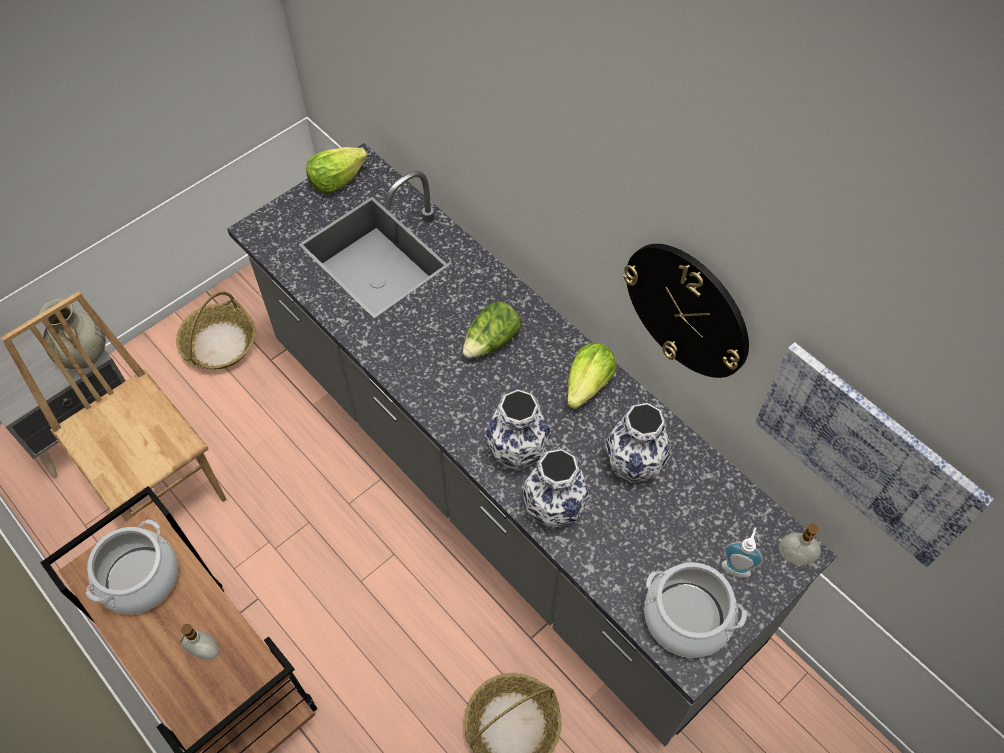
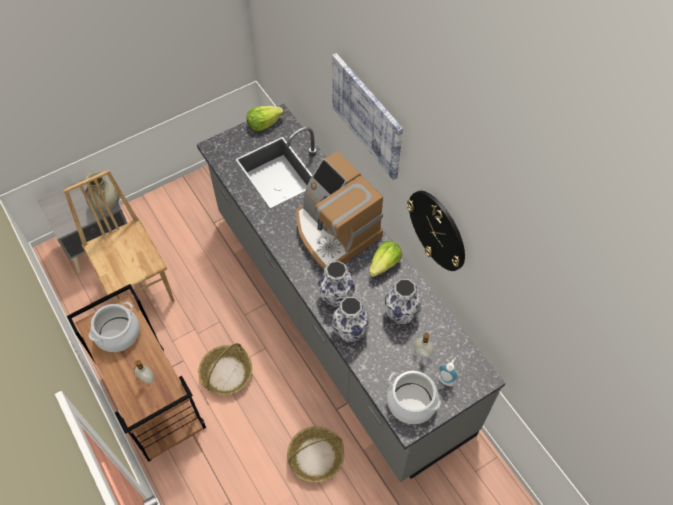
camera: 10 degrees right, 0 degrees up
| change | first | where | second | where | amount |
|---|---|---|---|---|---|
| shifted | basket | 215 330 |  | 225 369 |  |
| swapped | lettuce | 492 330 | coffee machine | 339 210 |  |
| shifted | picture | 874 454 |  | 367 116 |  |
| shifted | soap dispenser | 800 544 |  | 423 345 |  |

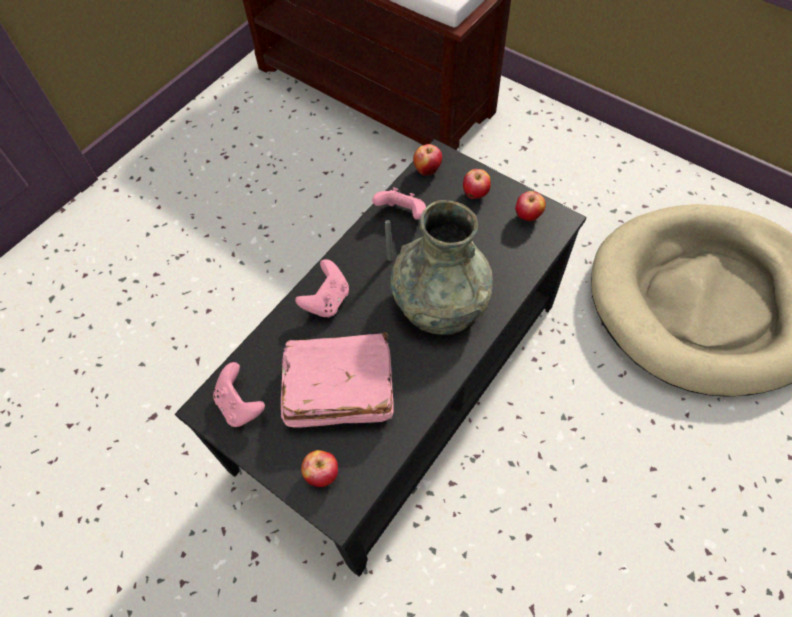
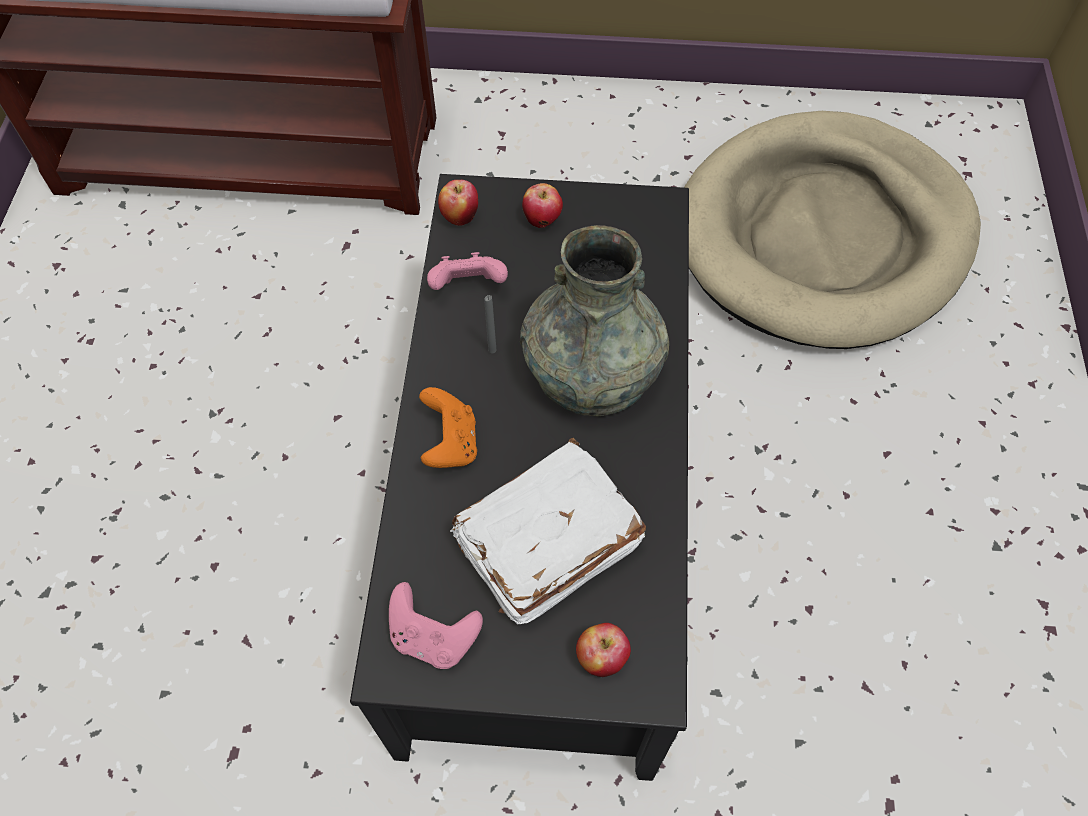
camera: 35 degrees left, 0 degrees up
| change | first | where | second | where | amount |
|---|---|---|---|---|---|
| repainted | pink game controller | 322 288 | orange game controller | 448 427 |  |
| repainted | pink book | 337 379 | white book | 548 531 |  |
| gone | apple | 530 206 |  |  |  |

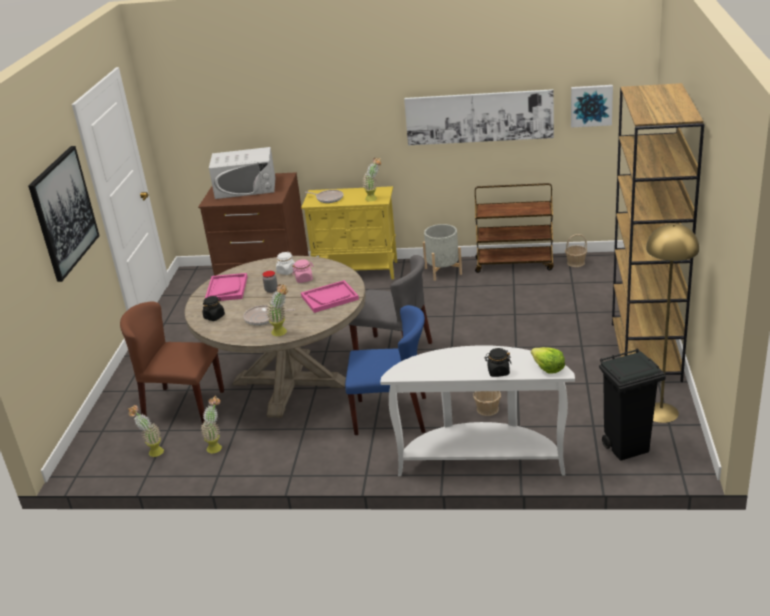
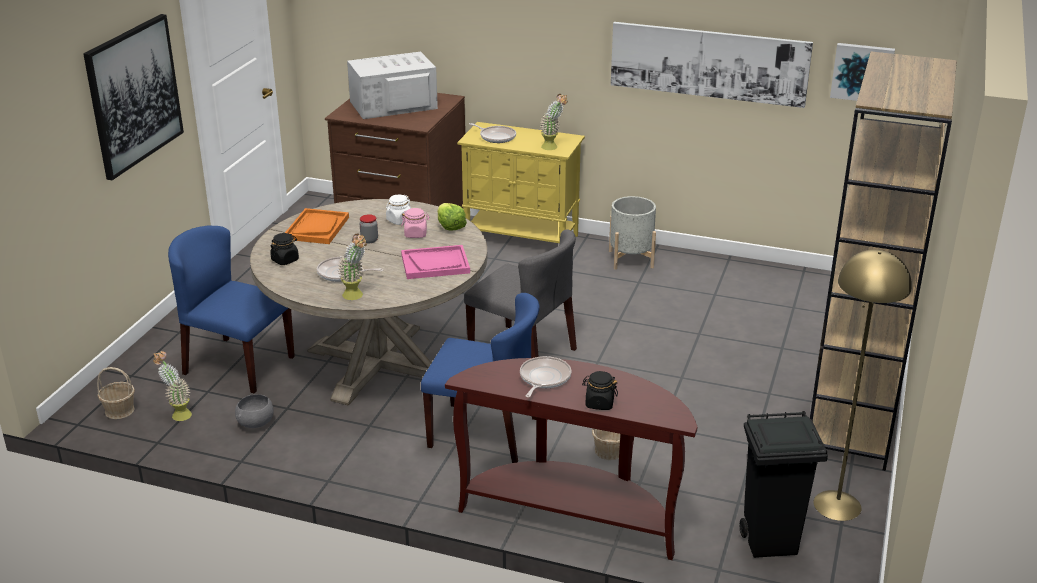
camera: 10 degrees right, 0 degrees up
| change | first | where | second | where | amount |
|---|---|---|---|---|---|
| shifted | basket | 576 250 |  | 116 393 |  |
| repainted | brown chair | 172 362 | blue chair | 231 309 |  |
| swapped | potted plant | 211 425 | grey bowl | 254 411 |  |
| repainted | pink tray | 226 287 | orange tray | 317 226 |  |
| rotated | white microwave | 242 173 |  | 392 85 | 150 degrees clockwise |
| shifted | lettuce | 548 360 |  | 452 216 |  |
| repainted | white console table | 477 411 | brown console table | 571 459 |  |
| new |  |  | frying pan | 545 377 |  |
| gone | brown cart | 514 228 |  |  |  |

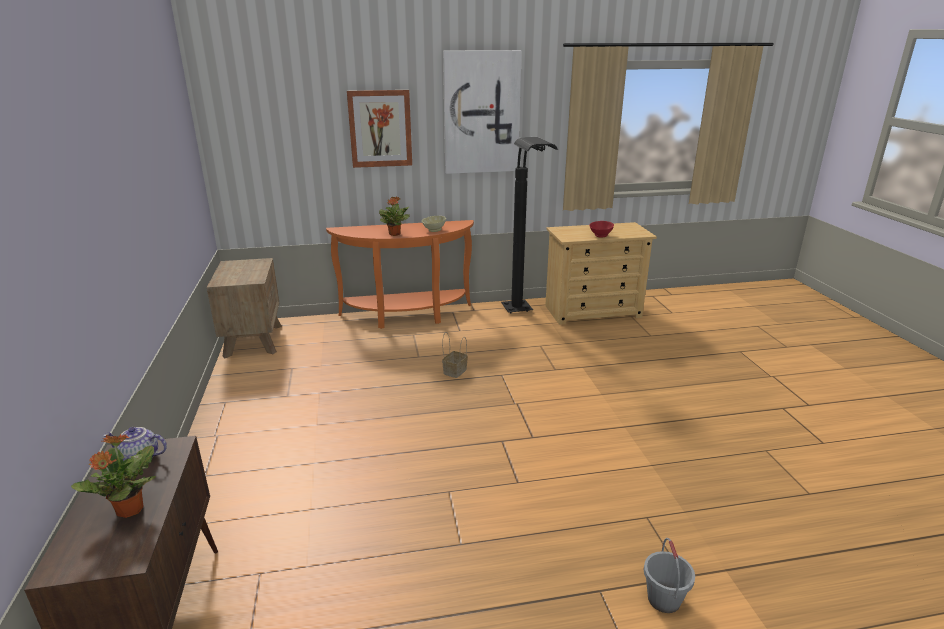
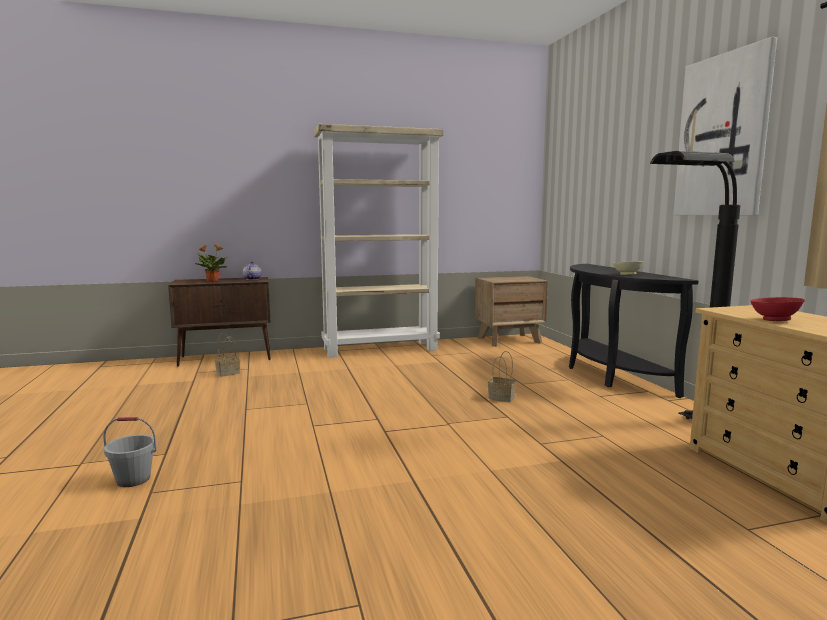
camera: 85 degrees right, 15 degrees down
| change | first | where | second | where | amount |
|---|---|---|---|---|---|
| new |  |  | basket | 227 355 |  |
| new |  |  | beige bookcase | 379 241 |  |
| repainted | orange console table | 400 274 | black console table | 634 331 |  |
| gone | picture | 379 129 |  |  |  |
| gone | potted plant | 394 216 |  |  |  |

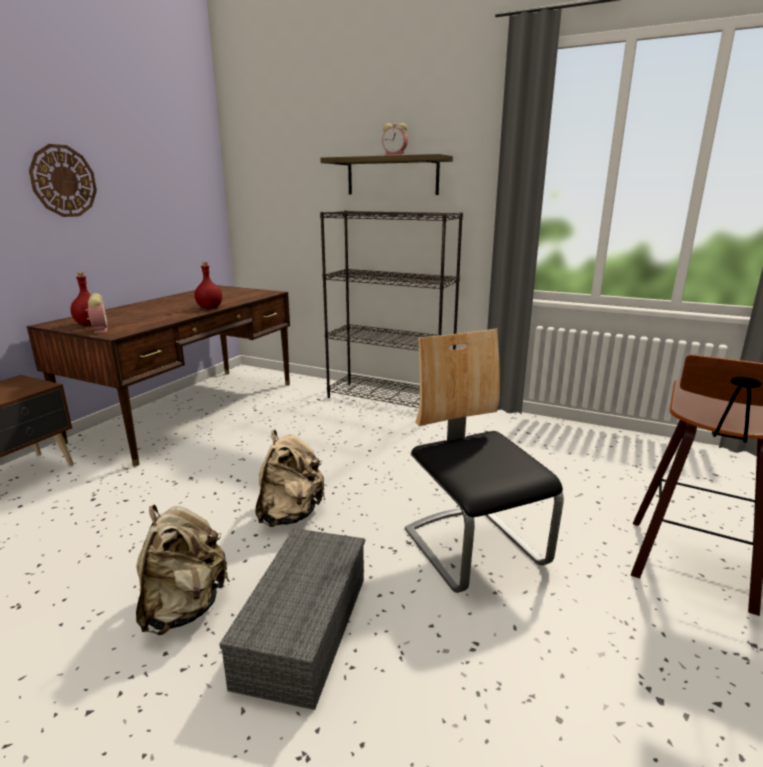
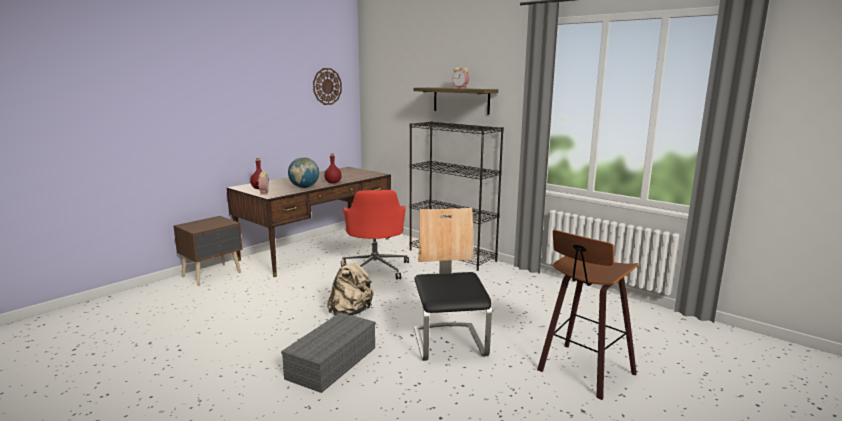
camera: 15 degrees right, 5 degrees down
| change | first | where | second | where | amount |
|---|---|---|---|---|---|
| new |  |  | globe | 303 172 |  |
| shifted | wall clock | 63 180 |  | 327 86 |  |
| new |  |  | red office chair | 375 234 |  |
| gone | beige backpack | 183 570 |  |  |  |

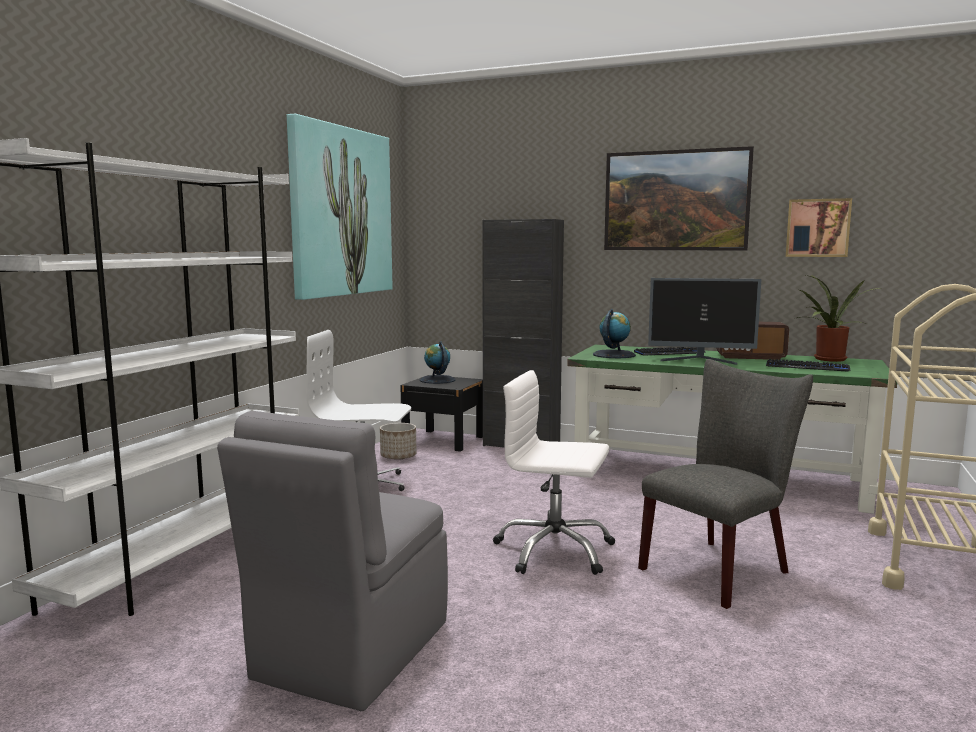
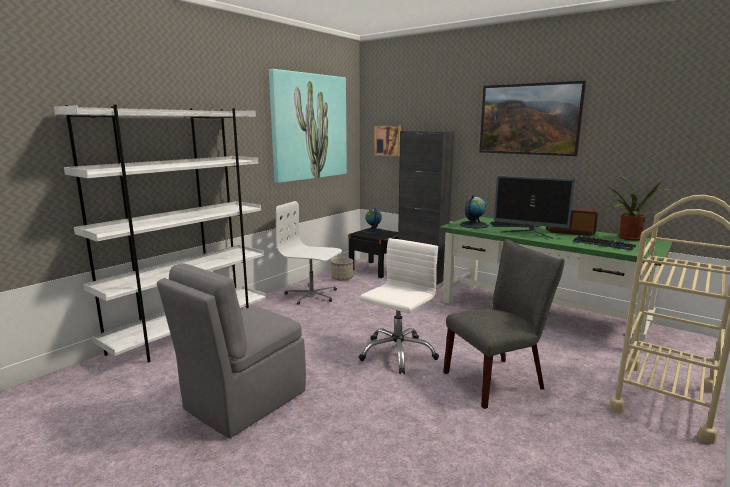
camera: 15 degrees right, 5 degrees up
| change | first | where | second | where | amount |
|---|---|---|---|---|---|
| rotated | white office chair | 554 472 |  | 399 306 | 90 degrees clockwise |
| shifted | picture | 819 227 |  | 387 141 |  |

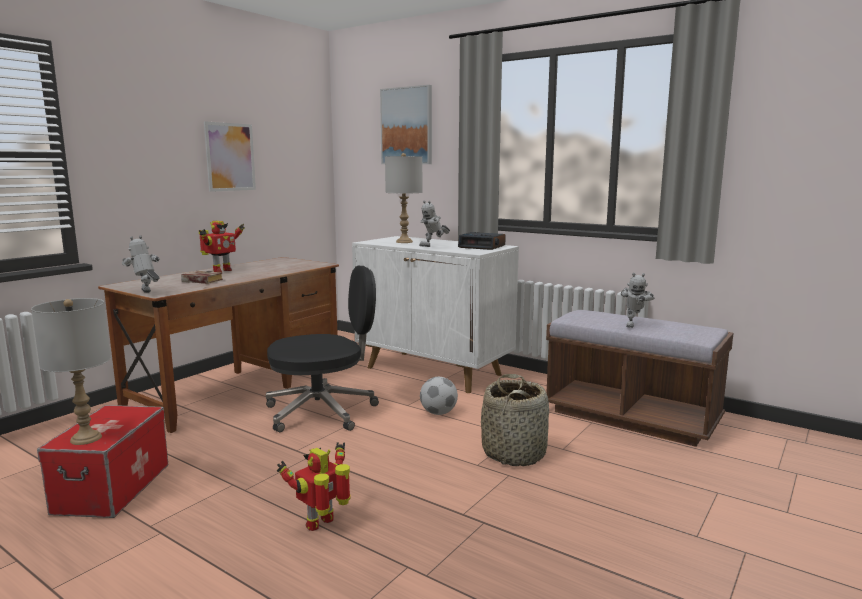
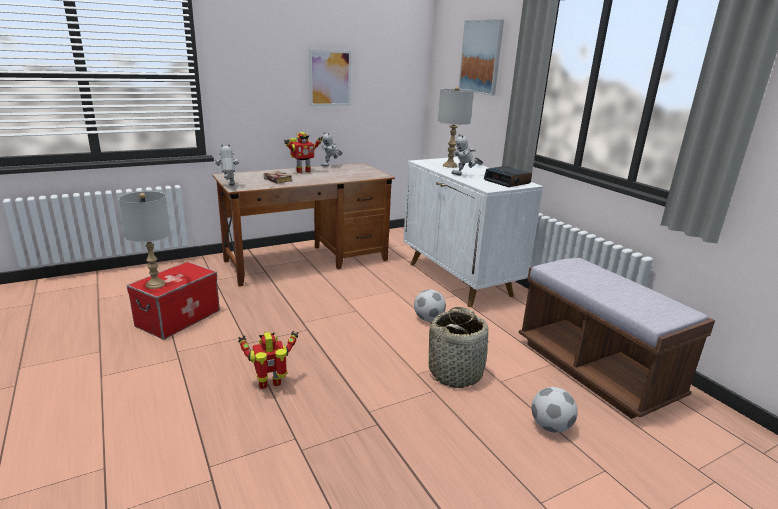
camera: 25 degrees right, 10 degrees up
| change | first | where | second | where | amount |
|---|---|---|---|---|---|
| shifted | toy robot | 637 300 |  | 332 149 |  |
| new |  |  | football | 554 410 |  |
| gone | black office chair | 322 349 |  |  |  |

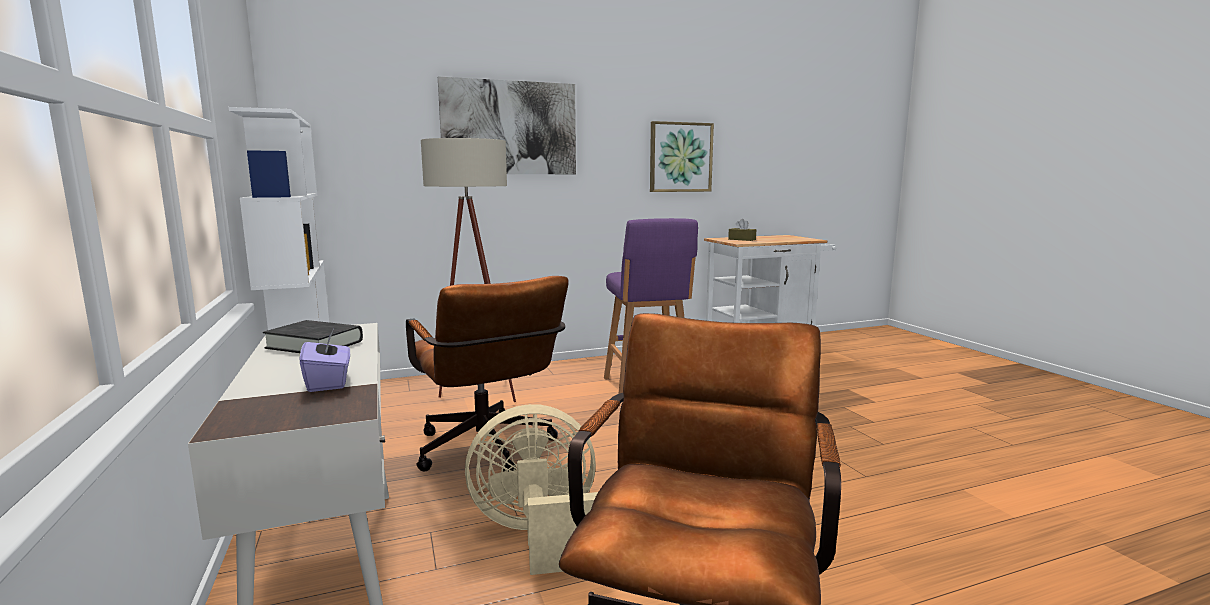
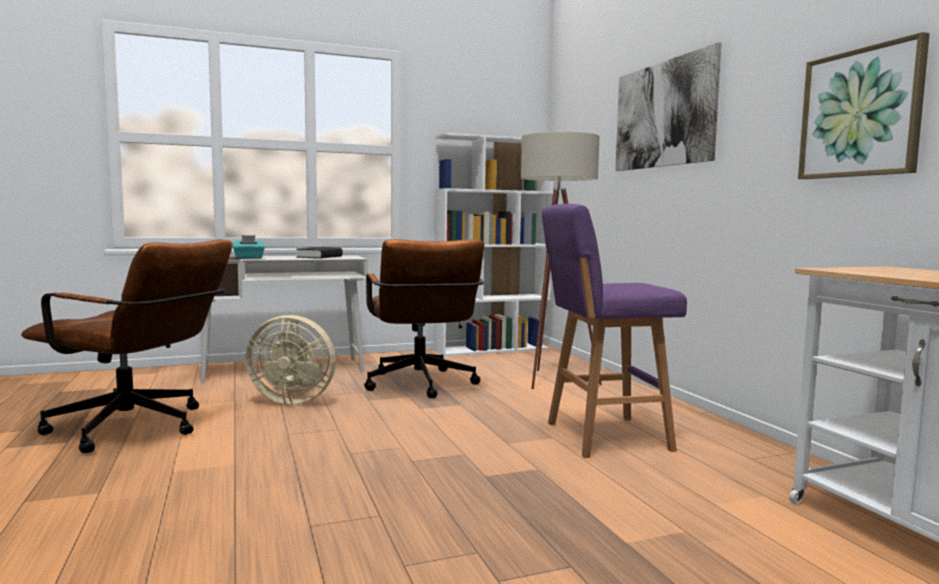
camera: 90 degrees right, 5 degrees down
| change | first | where | second | where | amount |
|---|---|---|---|---|---|
| repainted | purple tissue box | 324 361 | turquoise tissue box | 248 247 |  |
| rotated | beige fan | 531 489 |  | 291 360 | 105 degrees clockwise |
| rotated | brown office chair | 487 374 |  | 424 318 | 75 degrees counterclockwise |
| gone | brown tissue box | 742 230 |  |  |  |

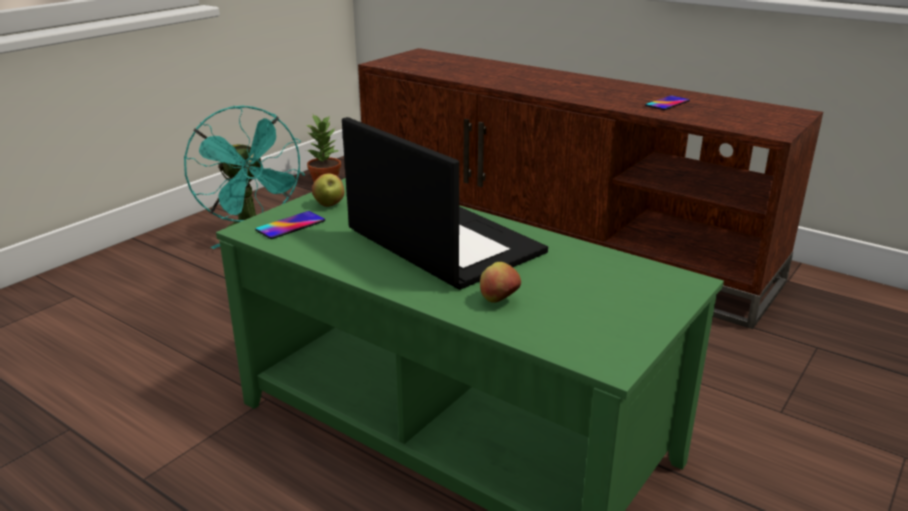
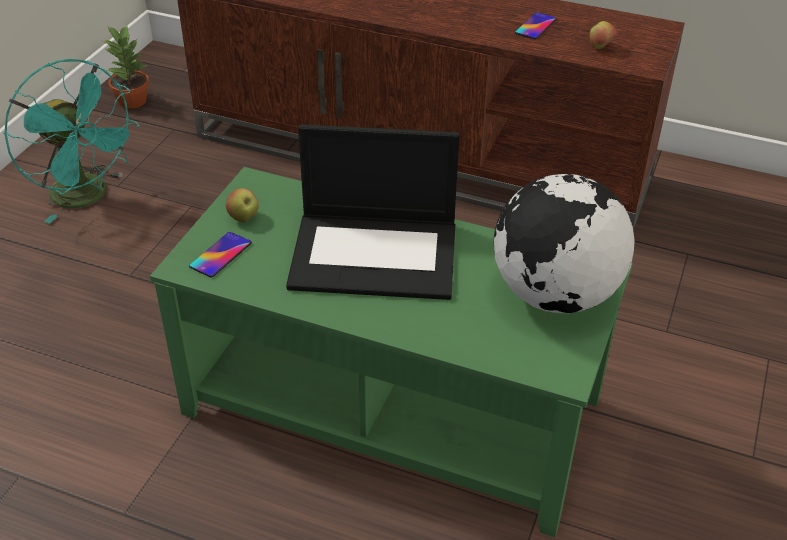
camera: 15 degrees left, 15 degrees up
| change | first | where | second | where | amount |
|---|---|---|---|---|---|
| rotated | laptop | 445 203 |  | 373 212 | 150 degrees clockwise |
| new |  |  | globe | 564 243 |  |
| shifted | apple | 500 282 |  | 603 35 |  |

